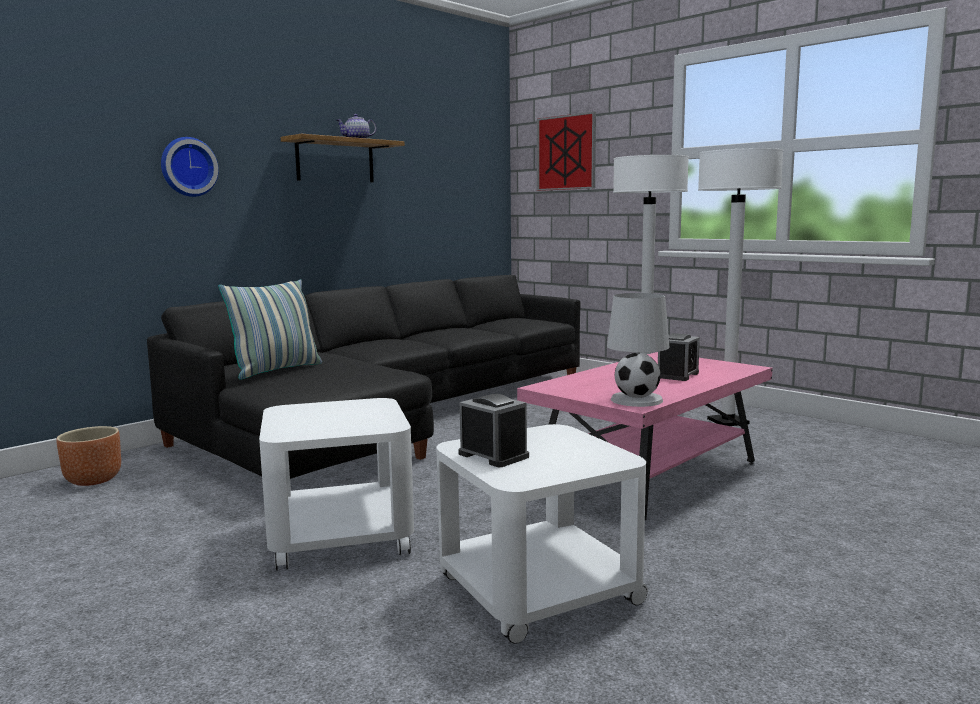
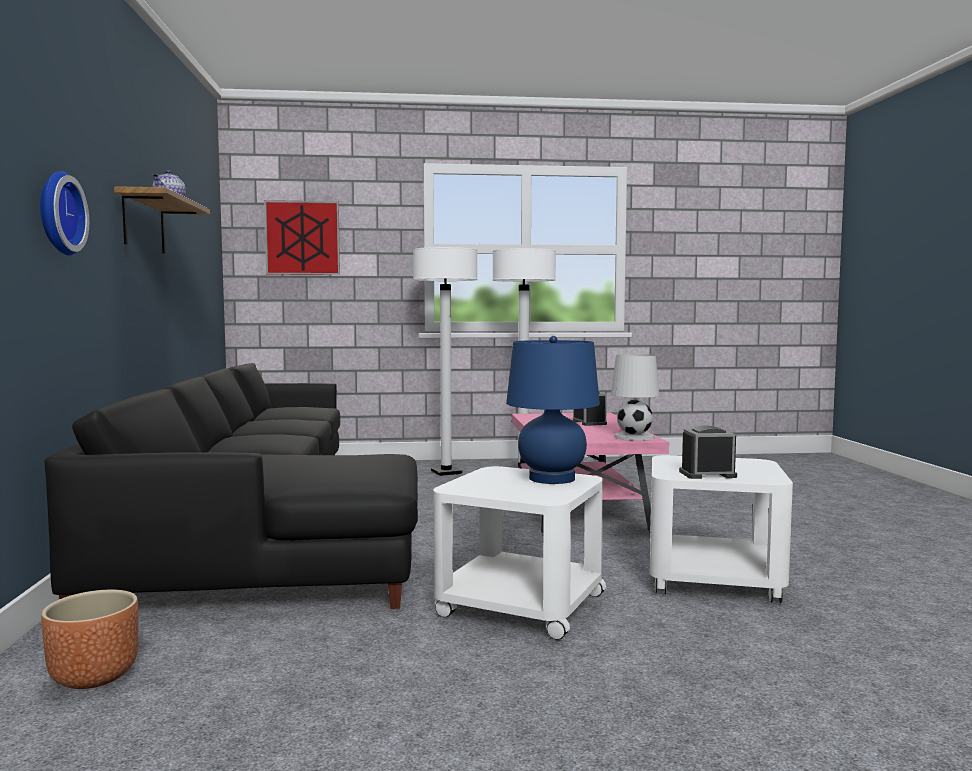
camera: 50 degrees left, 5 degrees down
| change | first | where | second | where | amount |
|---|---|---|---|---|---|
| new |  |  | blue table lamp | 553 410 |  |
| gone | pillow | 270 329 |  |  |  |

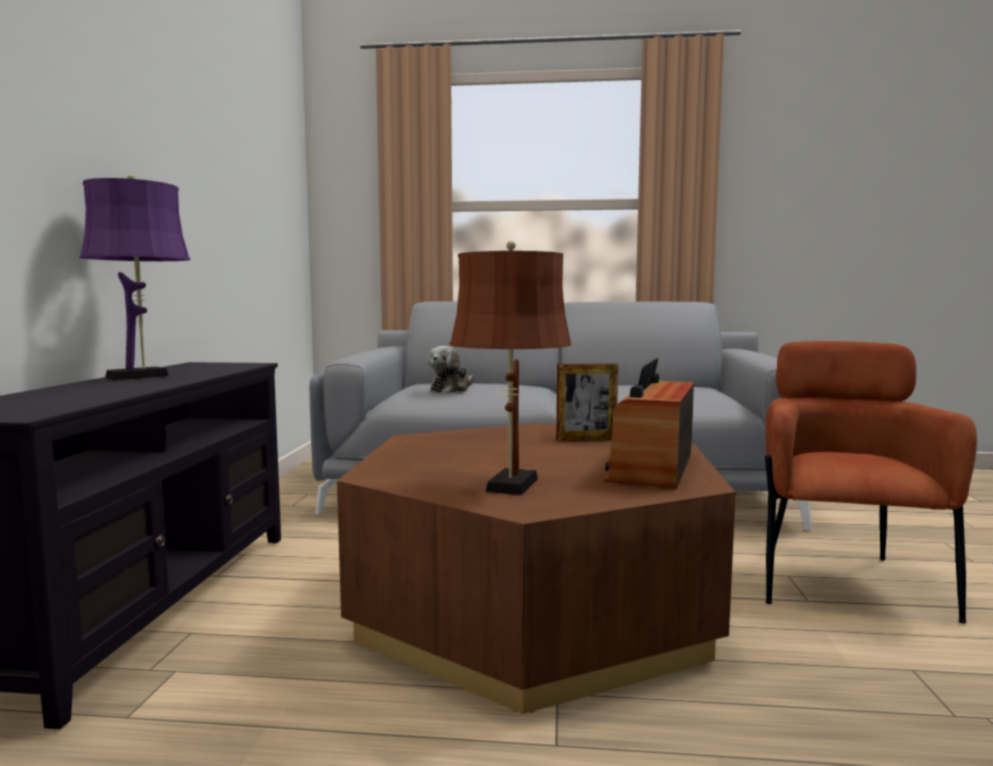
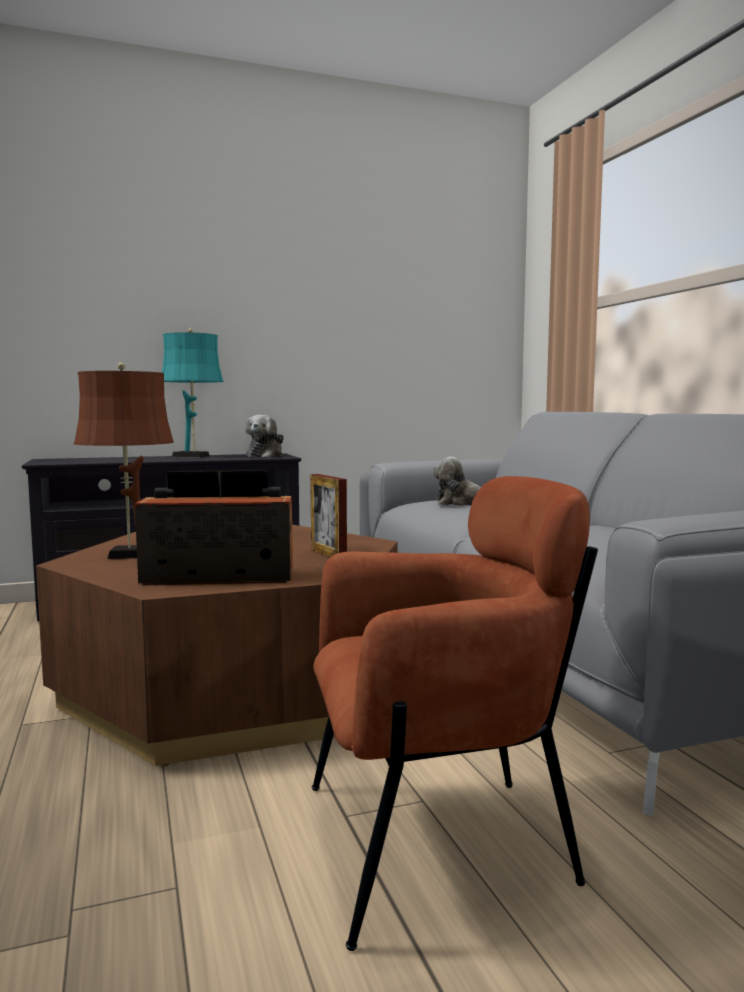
camera: 65 degrees right, 0 degrees up
| change | first | where | second | where | amount |
|---|---|---|---|---|---|
| repainted | purple table lamp | 135 277 | turquoise table lamp | 193 393 |  |
| new |  |  | plush toy | 264 436 |  |

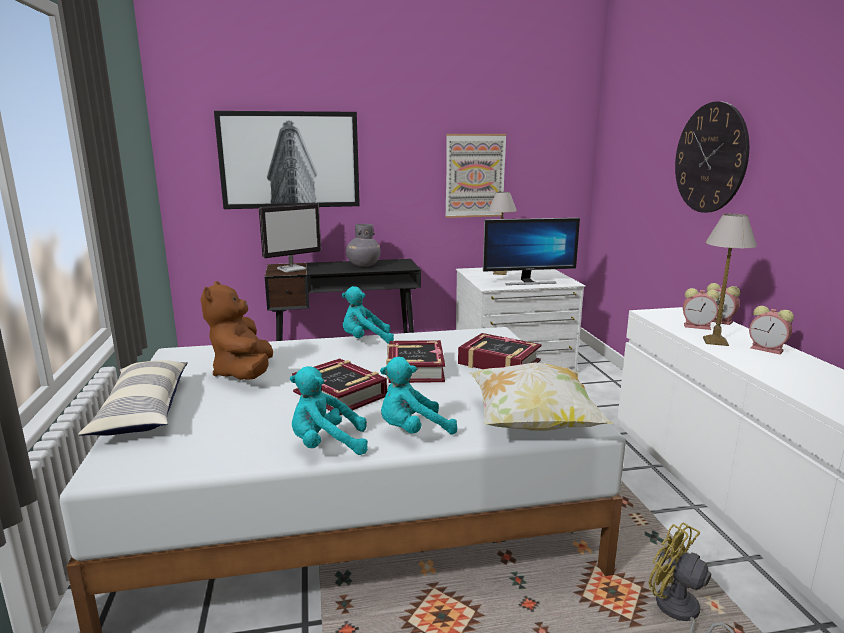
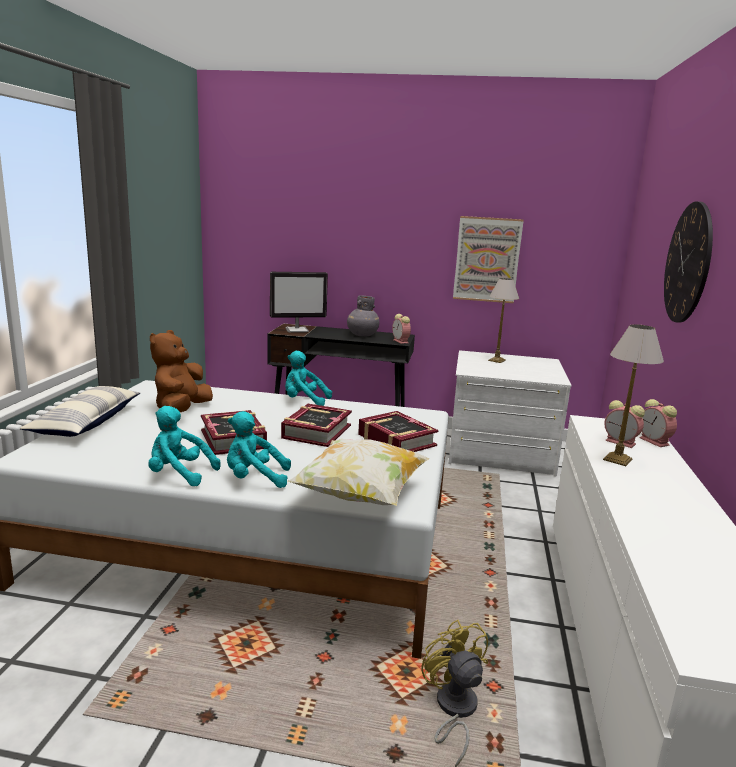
camera: 20 degrees right, 0 degrees up
| change | first | where | second | where | amount |
|---|---|---|---|---|---|
| shifted | alarm clock | 771 330 |  | 401 329 |  |
| gone | picture | 287 160 |  |  |  |
| gone | monitor | 531 251 |  |  |  |

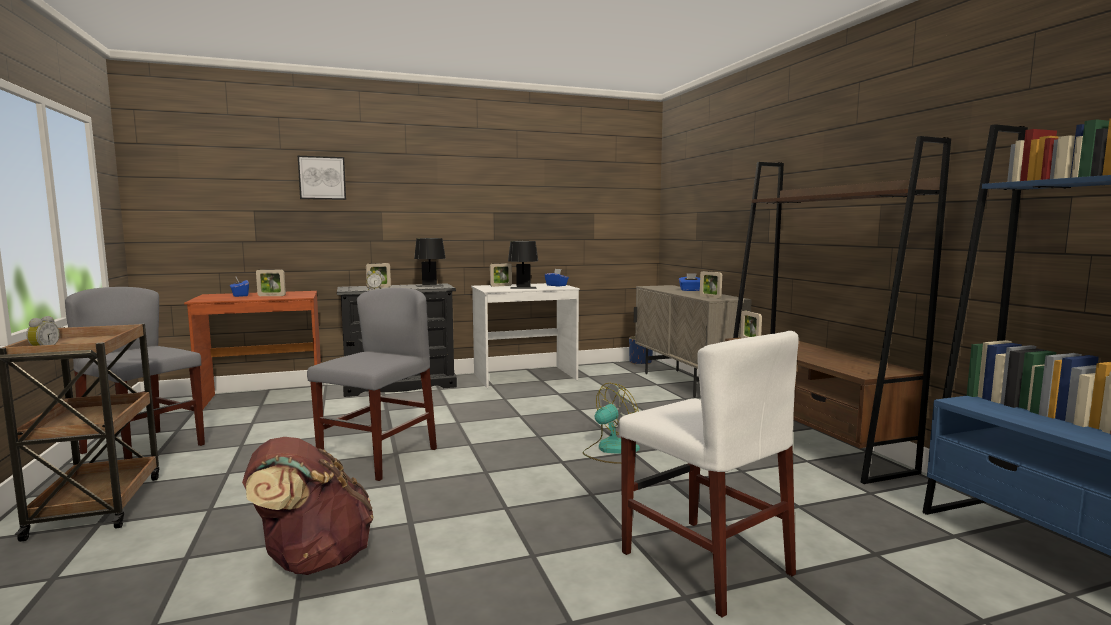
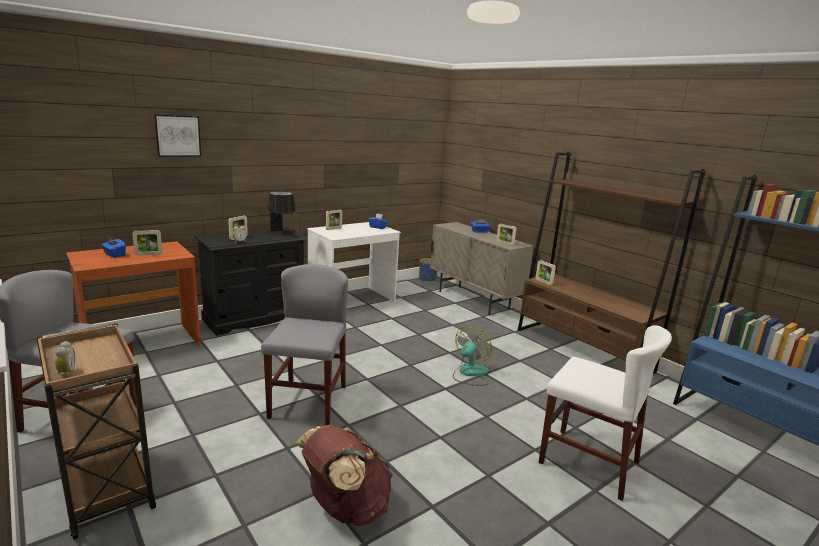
camera: 20 degrees left, 10 degrees up
| change | first | where | second | where | amount |
|---|---|---|---|---|---|
| gone | black table lamp | 523 265 |  |  |  |

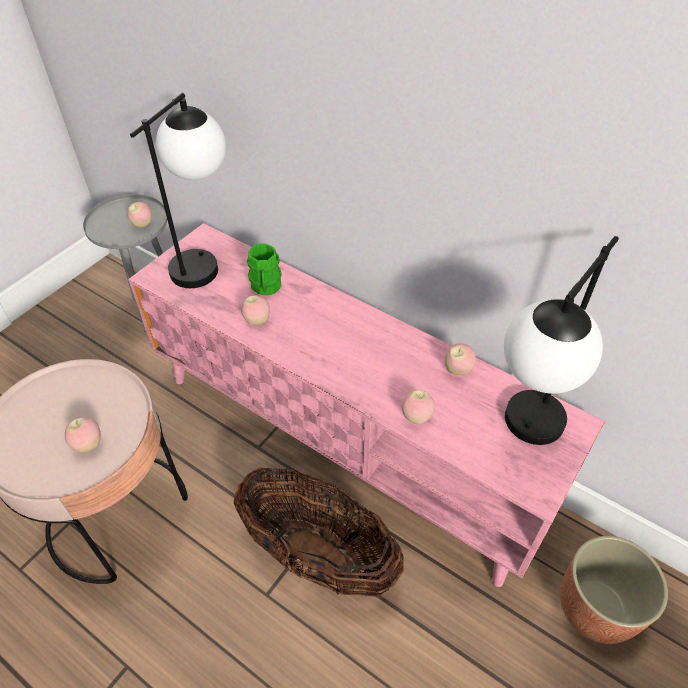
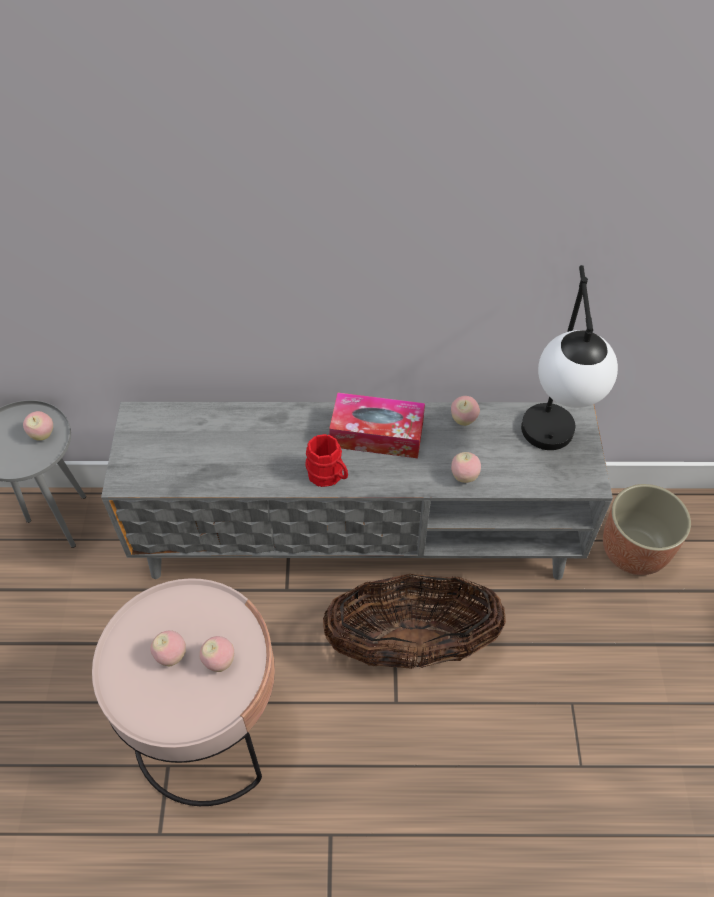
camera: 35 degrees left, 5 degrees up
| change | first | where | second | where | amount |
|---|---|---|---|---|---|
| repainted | pink tv stand | 366 405 | grey tv stand | 357 491 |  |
| shifted | apple | 255 310 |  | 168 648 |  |
| new |  |  | red mug | 326 460 |  |
| new |  |  | tissue box | 377 425 |  |
| gone | table lamp | 178 190 |  |  |  |
| gone | green mug | 264 269 |  |  |  |

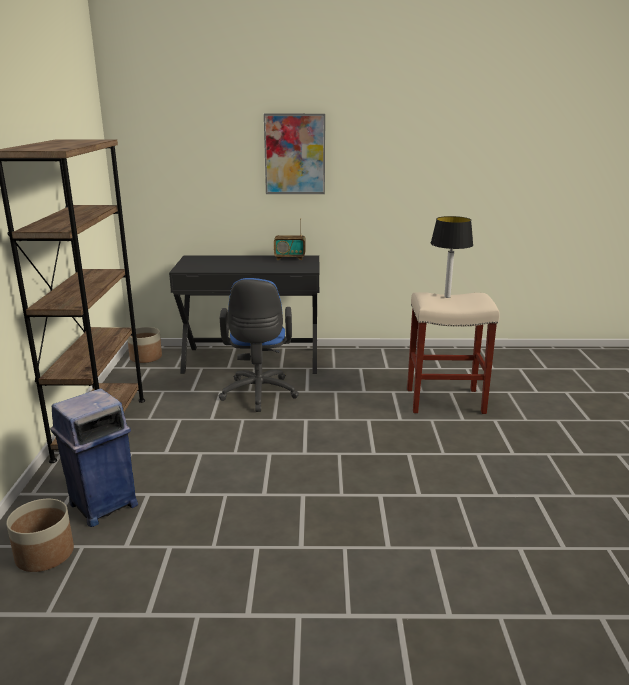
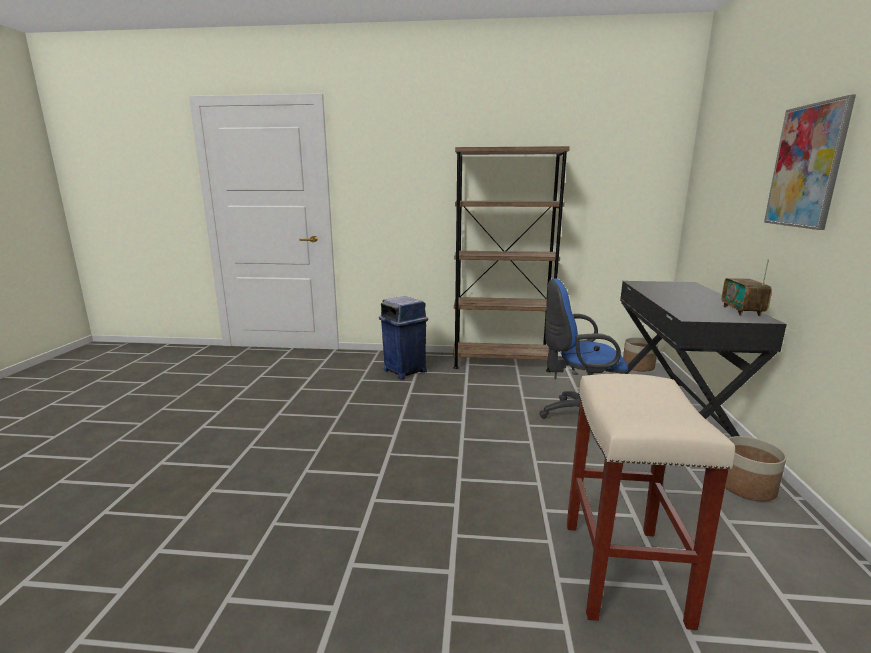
camera: 95 degrees right, 5 degrees down
| change | first | where | second | where | amount |
|---|---|---|---|---|---|
| shifted | planter | 40 535 |  | 755 468 |  |
| gone | table lamp | 452 257 |  |  |  |

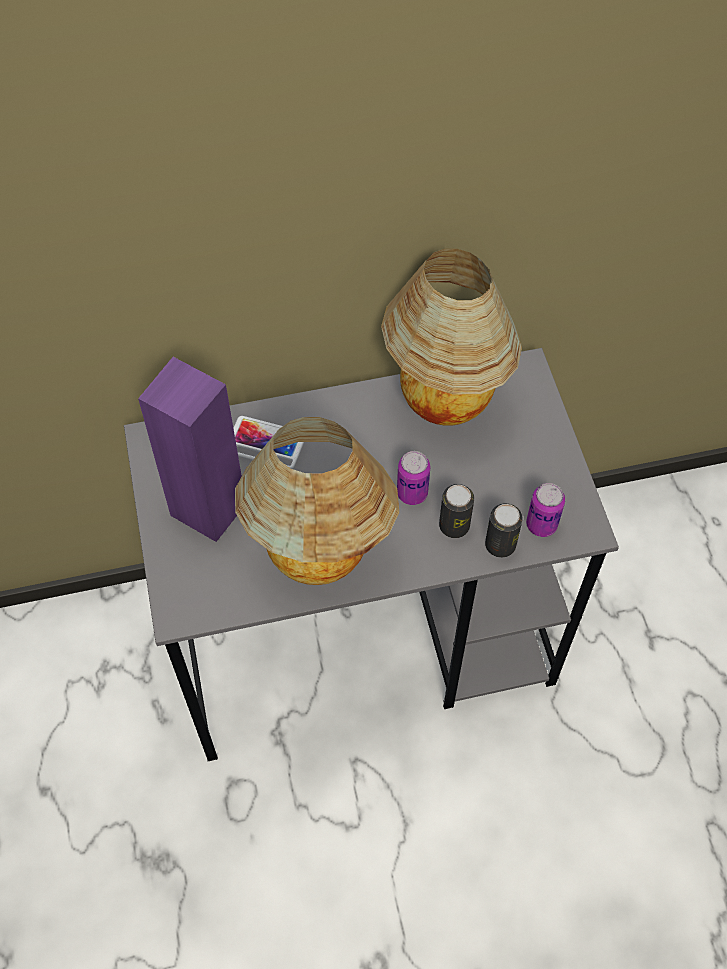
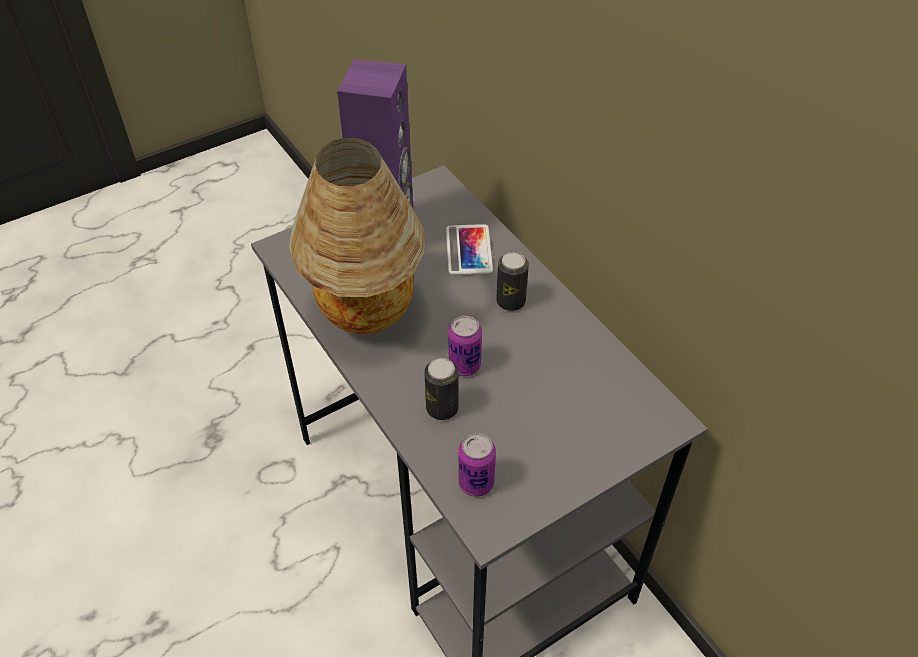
camera: 70 degrees right, 10 degrees down
| change | first | where | second | where | amount |
|---|---|---|---|---|---|
| shifted | can | 504 530 |  | 512 281 |  |
| gone | table lamp | 451 337 |  |  |  |

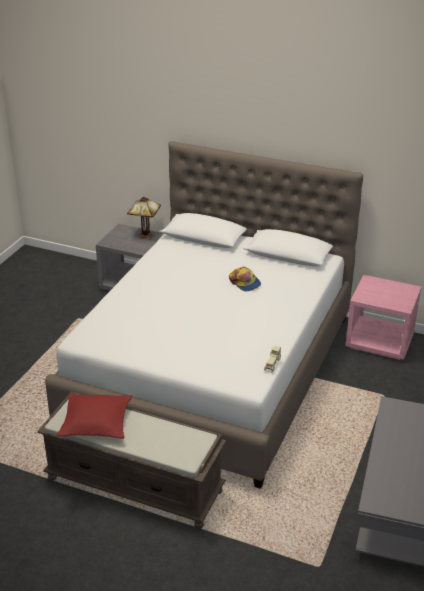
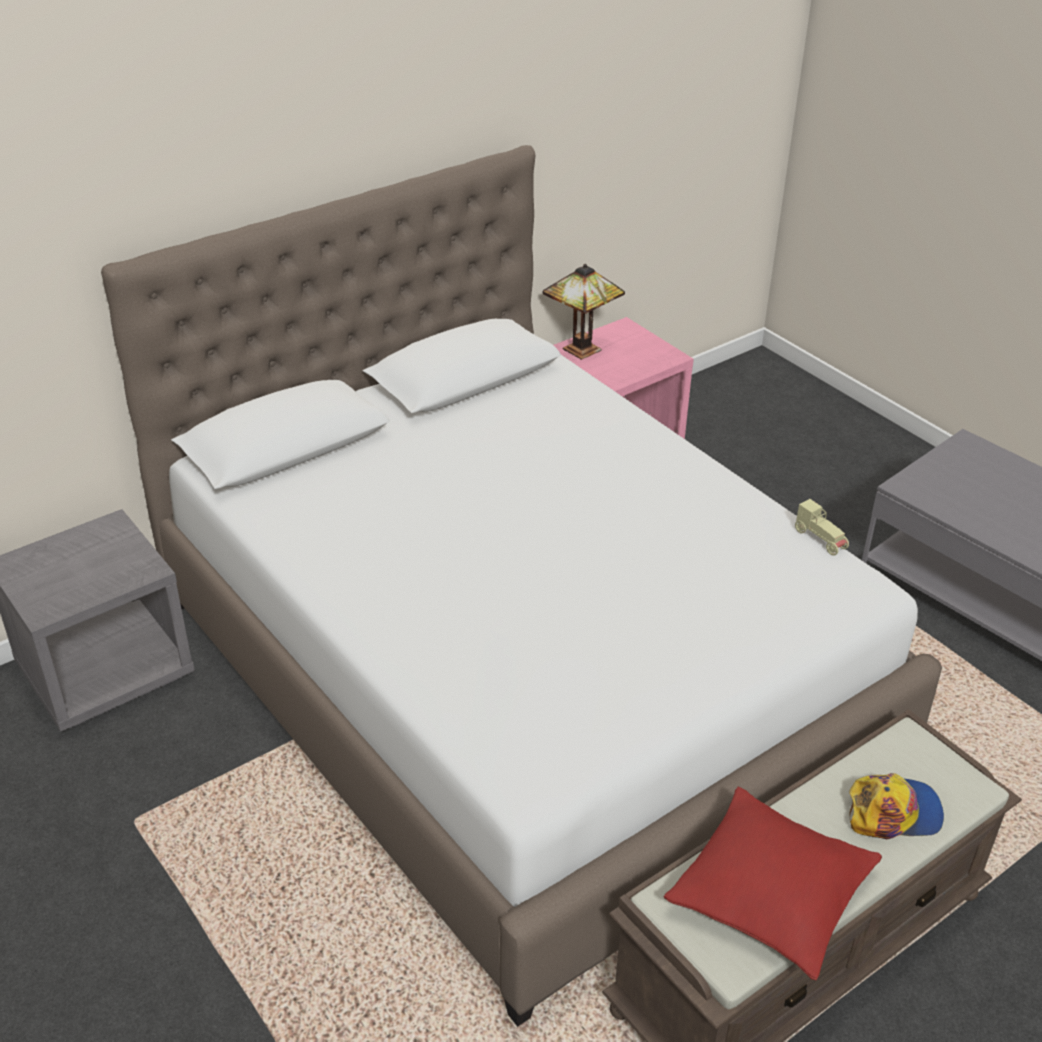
camera: 60 degrees left, 5 degrees up
| change | first | where | second | where | amount |
|---|---|---|---|---|---|
| shifted | table lamp | 144 218 |  | 583 312 |  |
| shifted | cap | 245 279 |  | 896 806 |  |

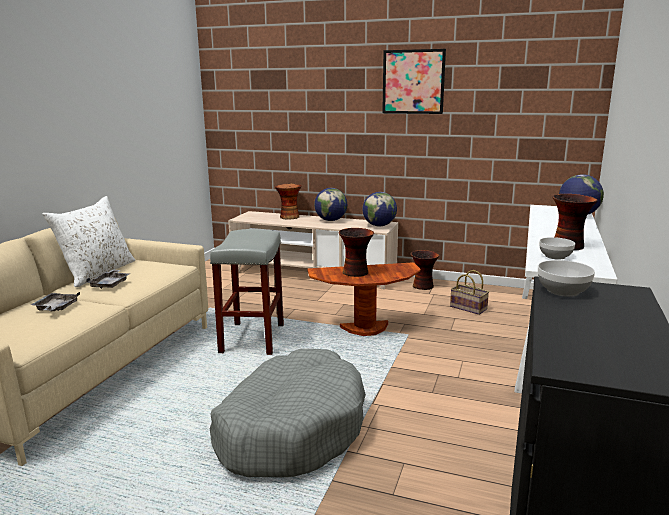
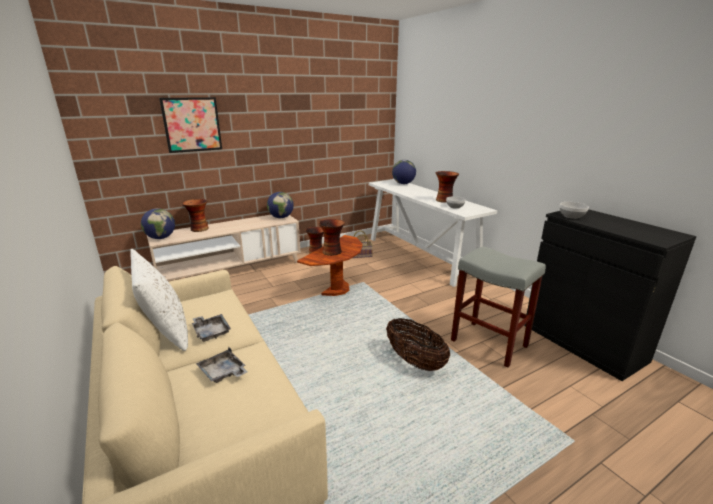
camera: 50 degrees left, 5 degrees up
| change | first | where | second | where | amount |
|---|---|---|---|---|---|
| shifted | globe | 330 204 |  | 158 223 |  |
| shifted | picture | 414 81 |  | 190 125 |  |
| swapped | grey dog bed | 288 413 | basket | 418 344 |  |
| shifted | grey stool | 247 292 |  | 498 307 |  |

